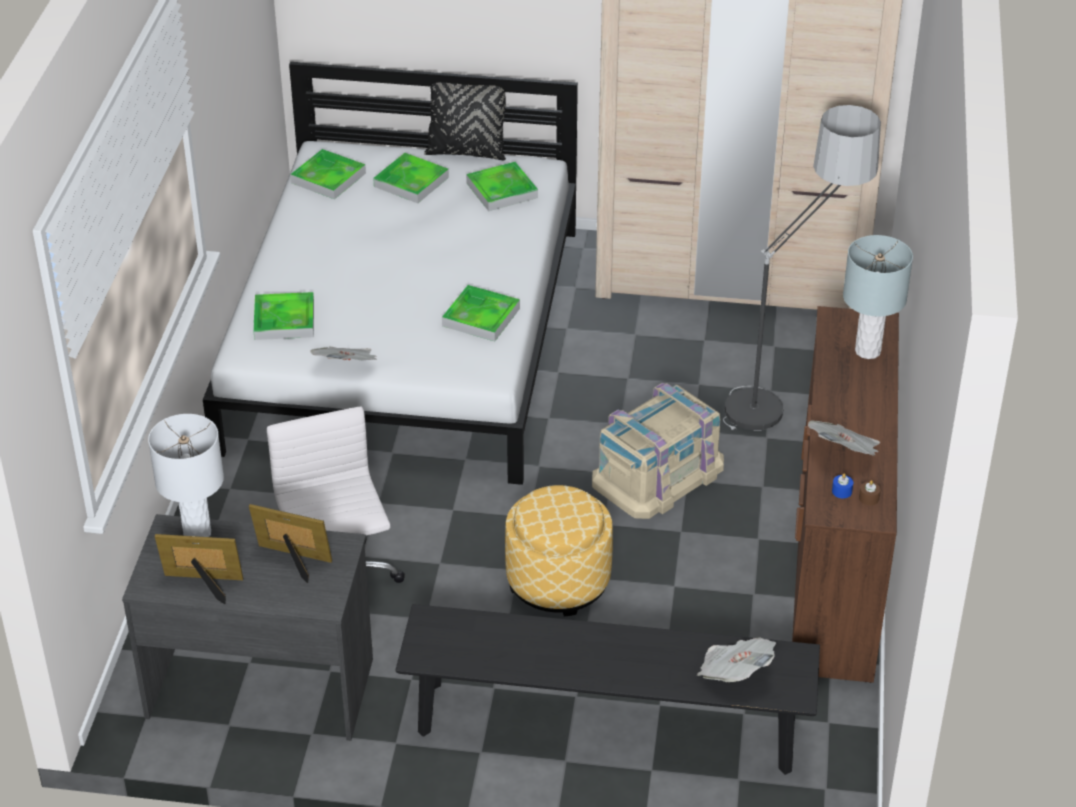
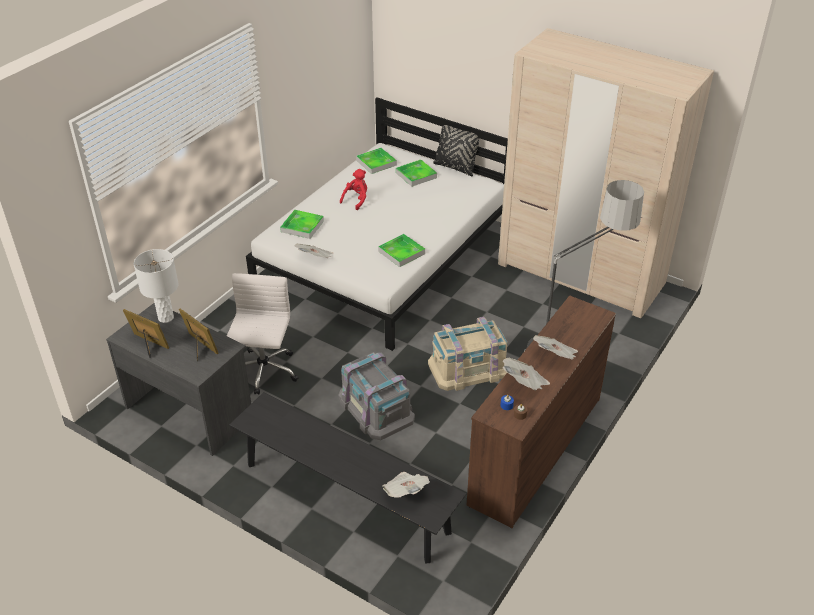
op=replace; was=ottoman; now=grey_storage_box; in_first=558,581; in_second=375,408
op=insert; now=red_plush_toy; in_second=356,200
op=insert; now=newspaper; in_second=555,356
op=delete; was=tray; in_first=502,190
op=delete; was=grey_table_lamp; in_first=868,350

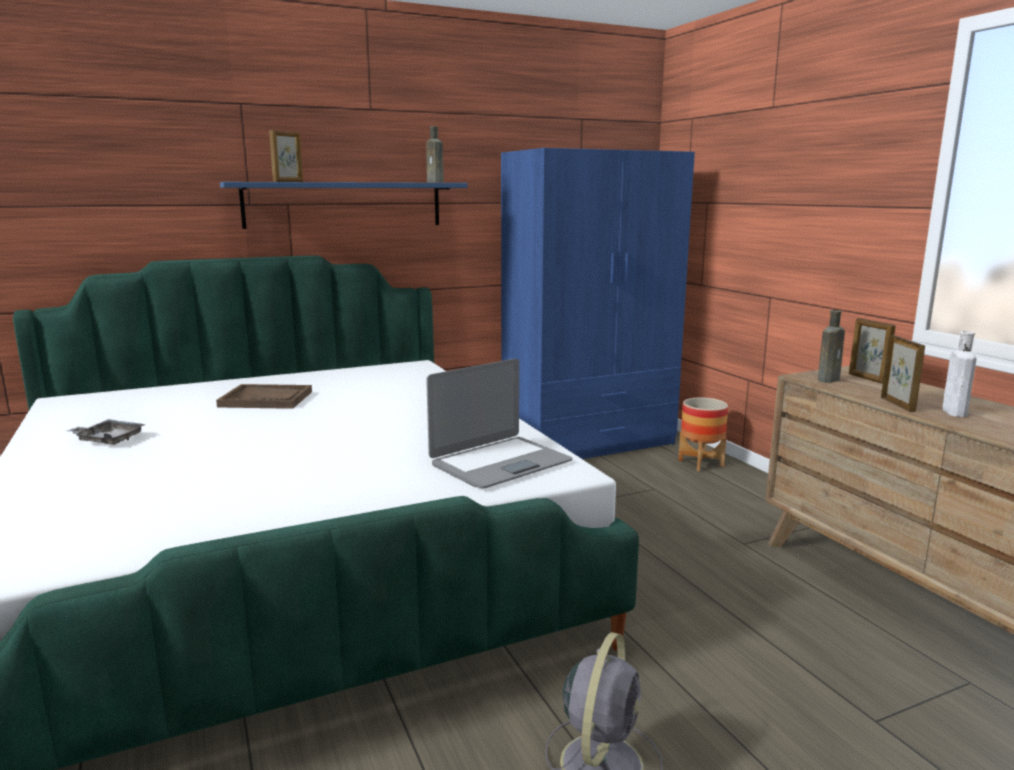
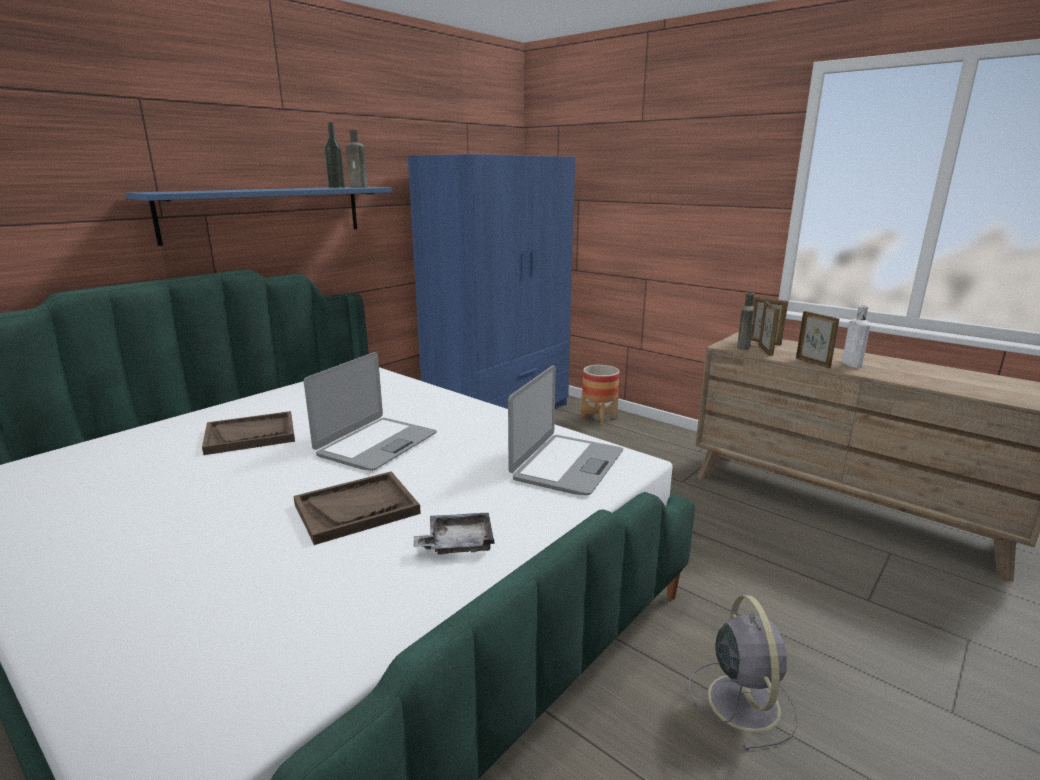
op=insert; now=brown_tray; in_second=357,509
op=insert; now=laptop; in_second=376,444
op=insert; now=bottle; in_second=336,187
op=move; was=grey_tray; in_first=108,440; in_second=457,543
op=move; was=picture_frame; in_first=288,181; in_second=765,350

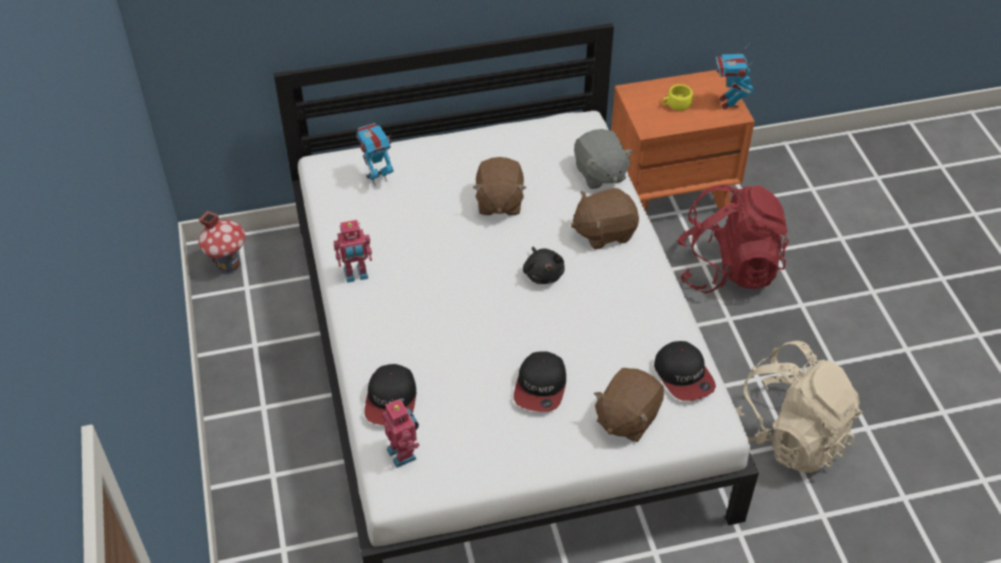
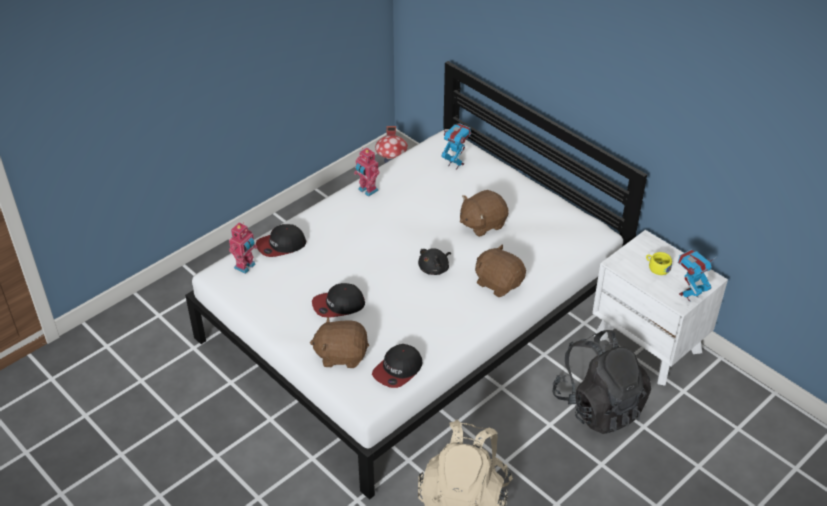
op=recolor; was=red_backpack; now=black_backpack; in_first=727,269; in_second=598,406
op=recolor; was=orange_nightstand; now=white_nightstand; in_first=671,193; in_second=648,344
op=delete; was=grey_plush_toy; in_first=599,173

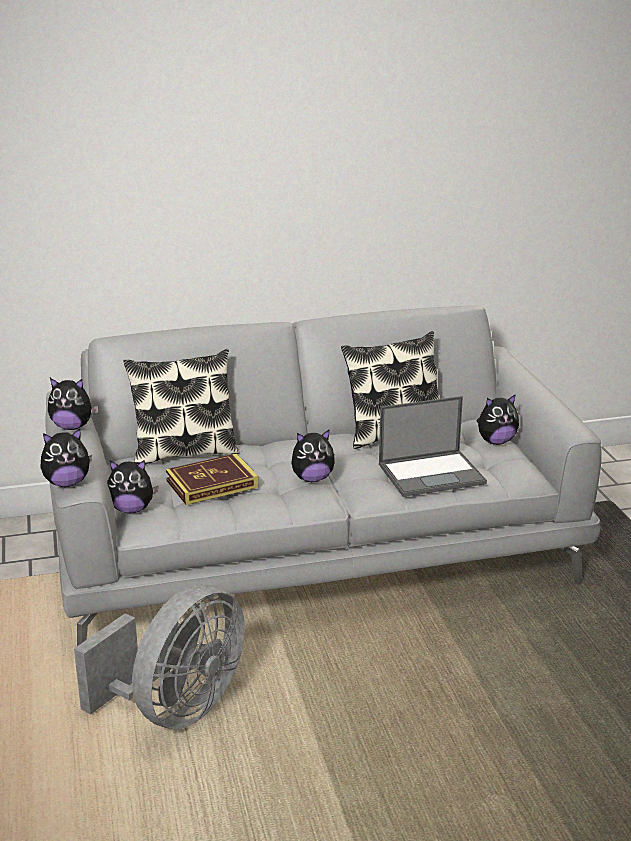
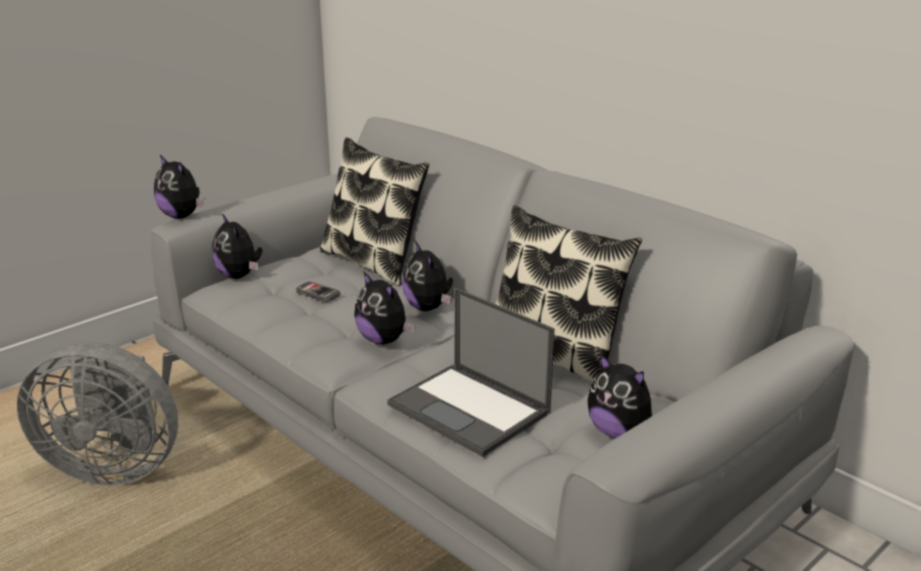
op=replace; was=book; now=phone; in_first=212,484; in_second=318,293
op=move; was=plush_toy; in_first=72,427; in_second=428,307

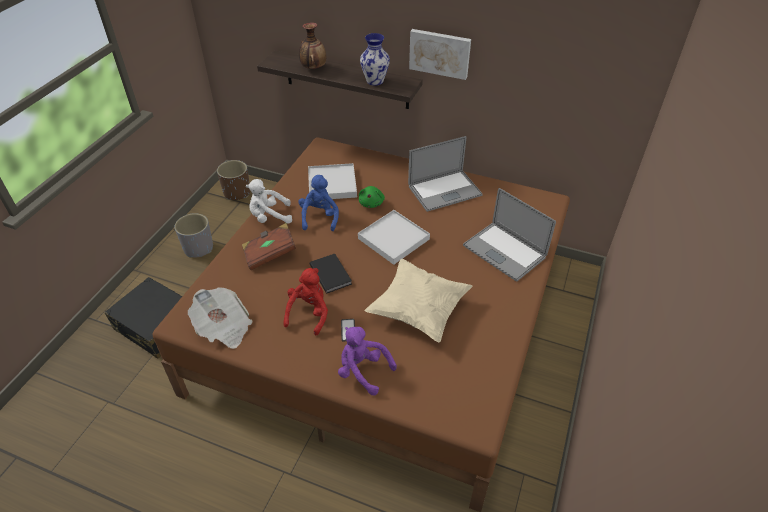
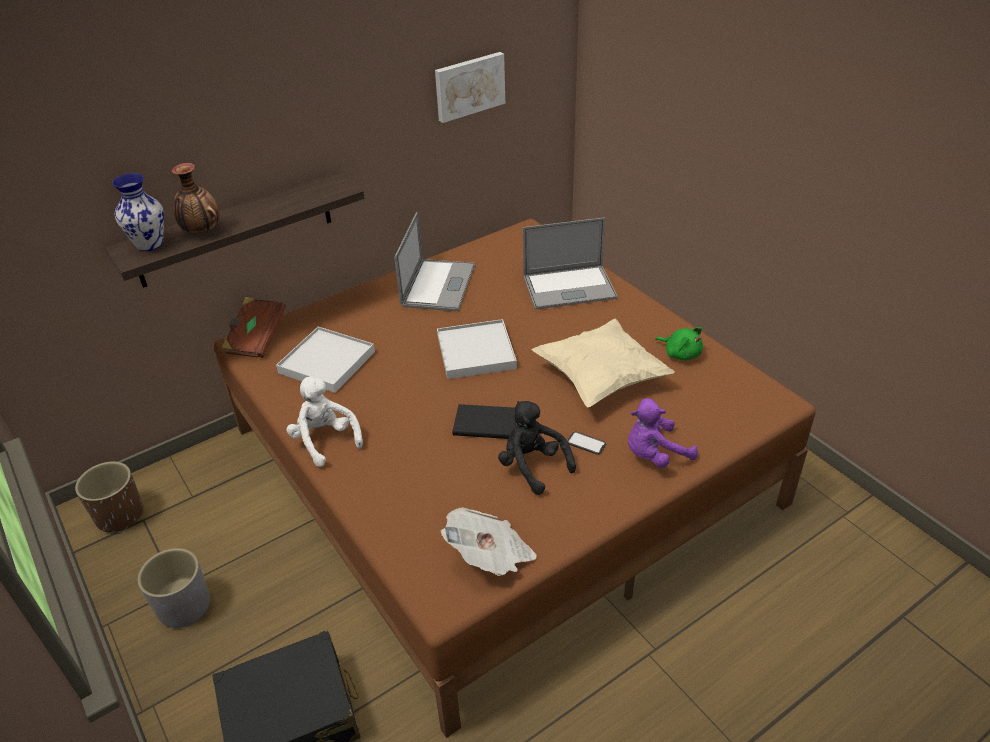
op=move; was=vase; in_first=375,81; in_second=149,244
op=move; was=brown_book; in_first=270,254; in_second=256,338
op=rotate; was=white_plush_toy; in_first=269,217; in_second=325,440; clockwise=120
op=move; was=picture; in_first=440,53; in_second=469,86
op=recolor; was=red_plush_toy; now=black_plush_toy; in_first=309,313; in_second=532,466
op=move; was=green_plush_toy; in_first=371,203; in_second=681,353
op=delete; was=blue_plush_toy; in_first=319,217

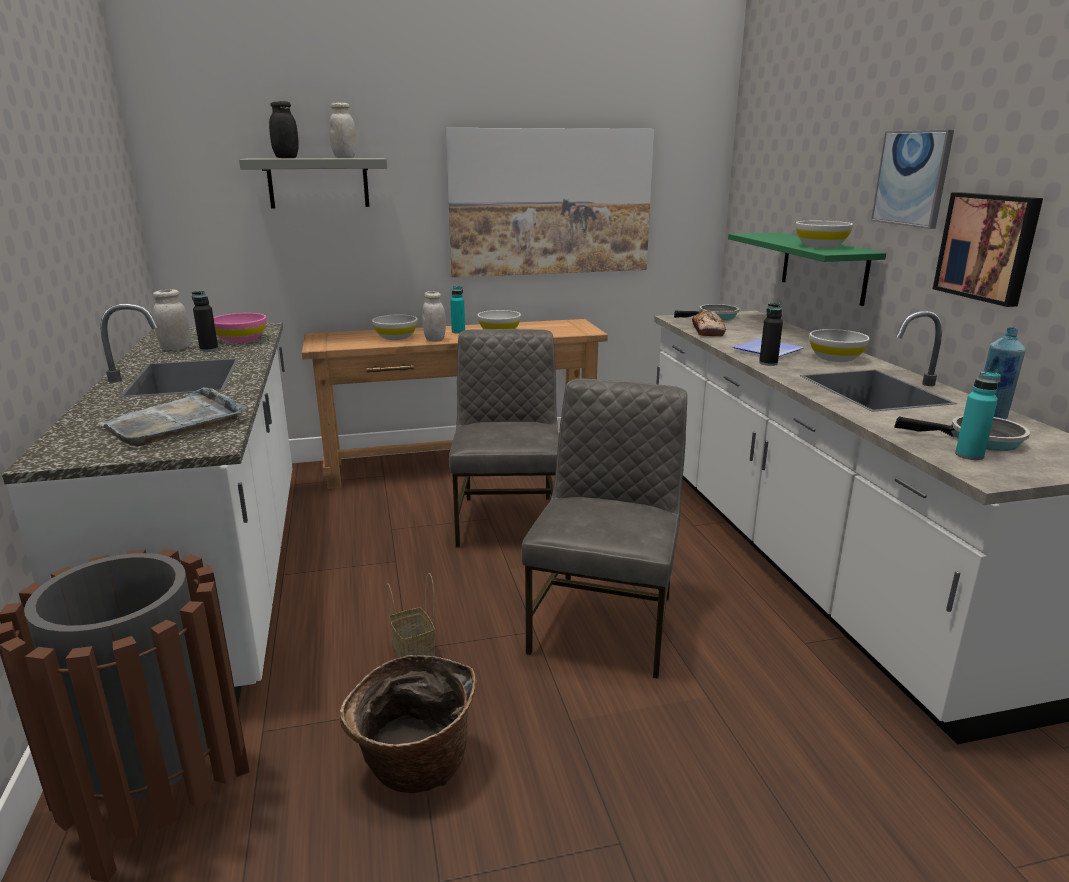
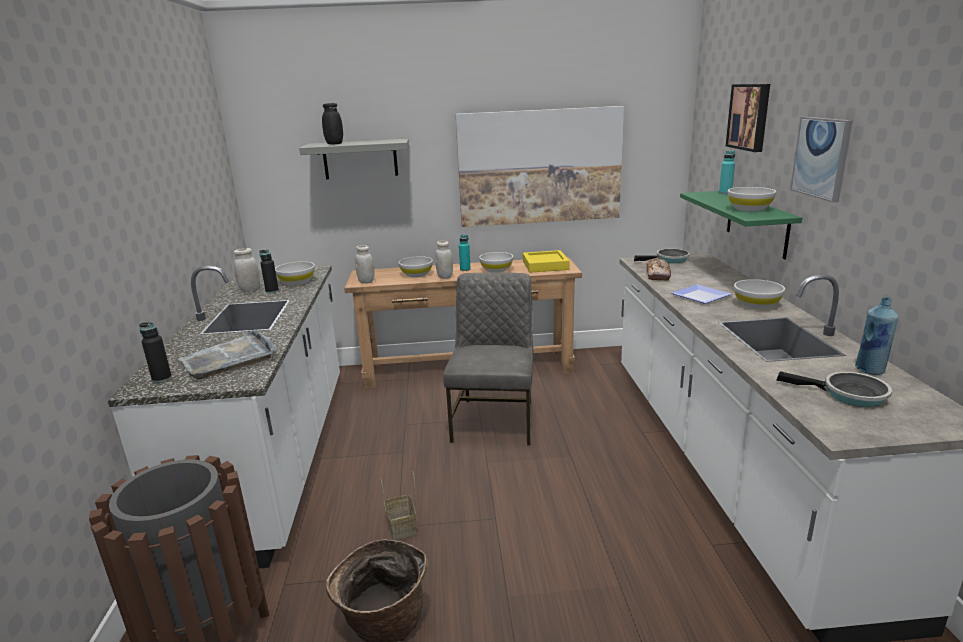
op=move; was=black_bottle; in_first=768,363; in_second=162,379
op=recolor; was=pink_bowl; now=white_bowl; in_first=241,340; in_second=297,282
op=move; was=white_jar; in_first=344,157; in_second=366,281
op=insert; now=yellow_tray; in_second=545,265
op=move; was=turquoise_bottle; in_first=969,455; in_second=725,193
op=move; was=picture; in_first=988,247; in_second=750,117
op=delete; was=grey_chair; in_first=606,623

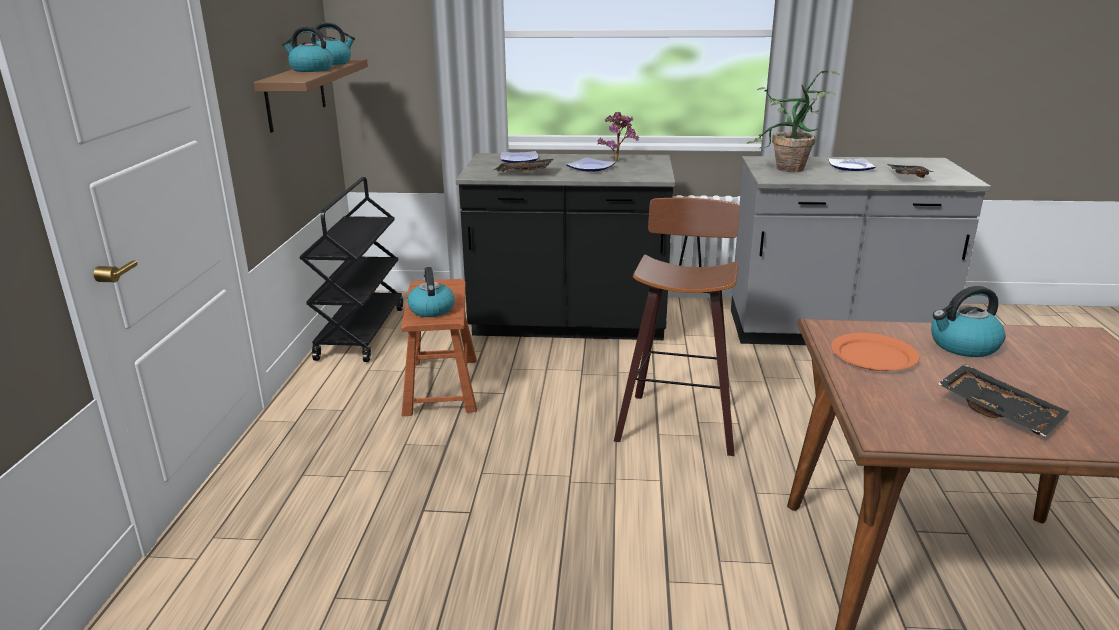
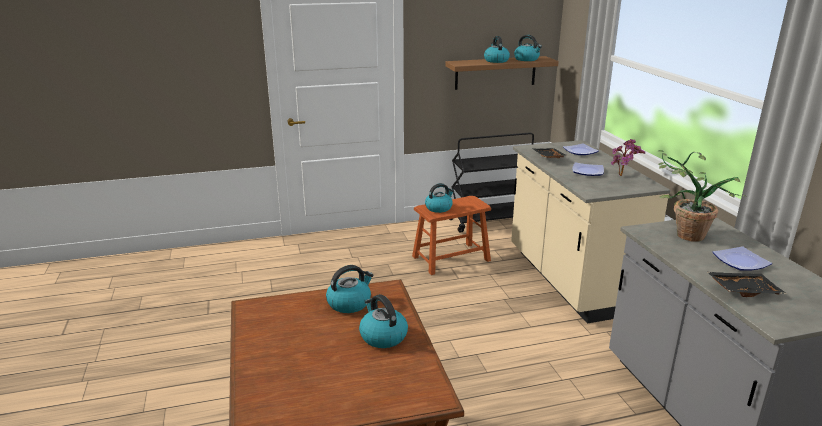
op=replace; was=orange_plate; now=kettle; in_first=873,356; in_second=349,303
op=recolor; was=black_counter; now=beige_counter; in_first=569,325; in_second=570,281
op=delete; was=stool; in_first=677,421
op=delete; was=black_tray; in_first=999,411

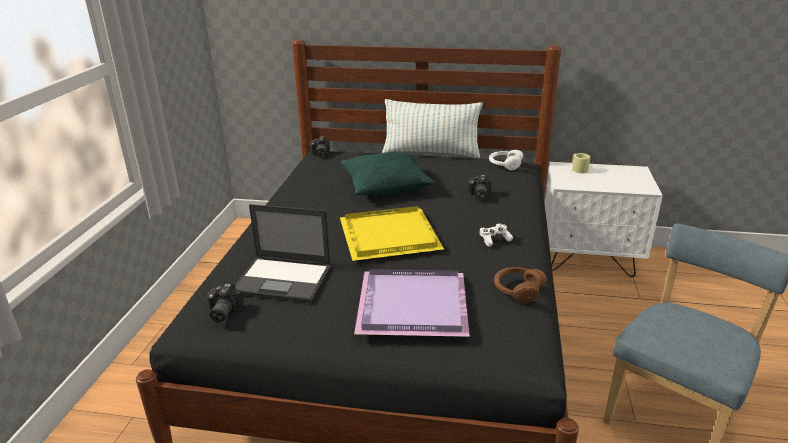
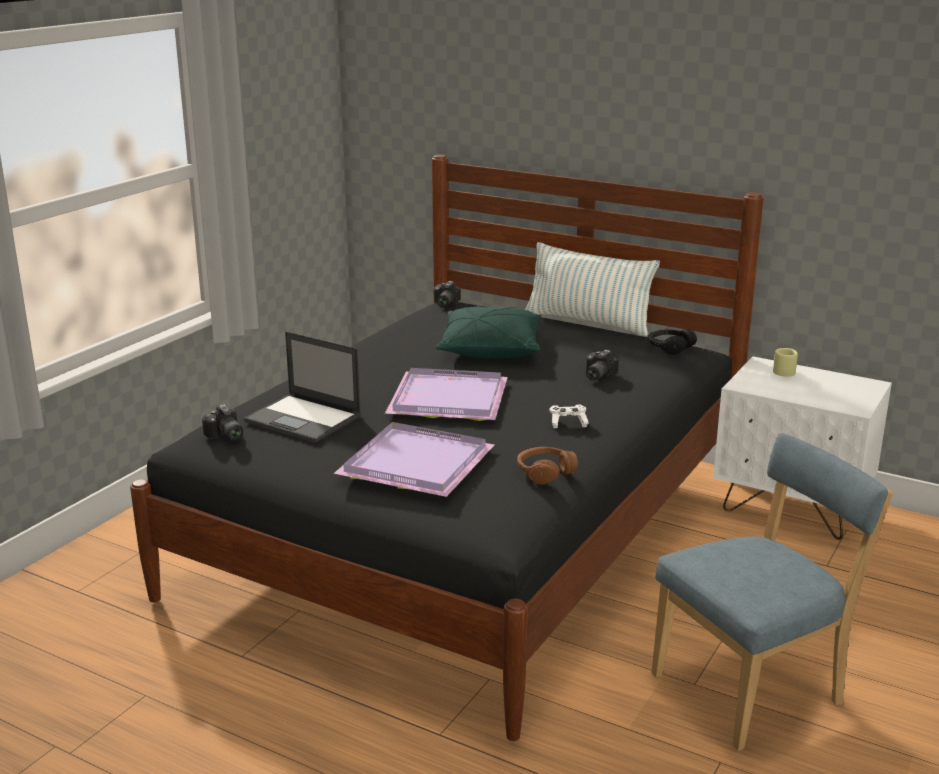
op=rotate; was=photo_camera; in_first=221,312; in_second=225,435; clockwise=-60
op=recolor; was=yellow_tray; now=purple_tray; in_first=387,235; in_second=446,398
op=recolor; was=white_headphones; now=black_headphones; in_first=505,165; in_second=669,348

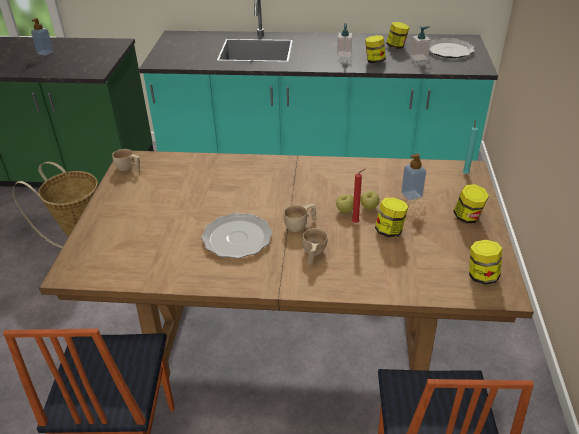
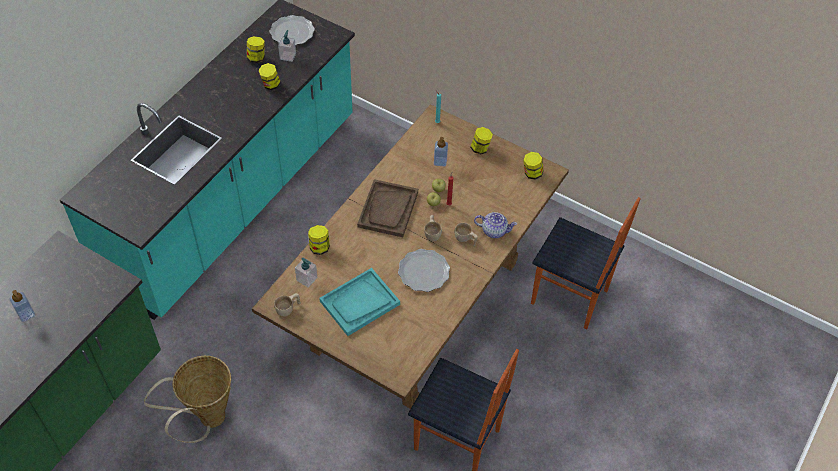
op=move; was=soap_dispenser; in_first=344,54; in_second=307,279
op=move; was=jar; in_first=389,231; in_second=319,247
op=insert; now=turquoise_tray; in_second=359,303
op=insert; now=brown_tray; in_second=388,209
op=insert; now=teapot; in_second=494,230

